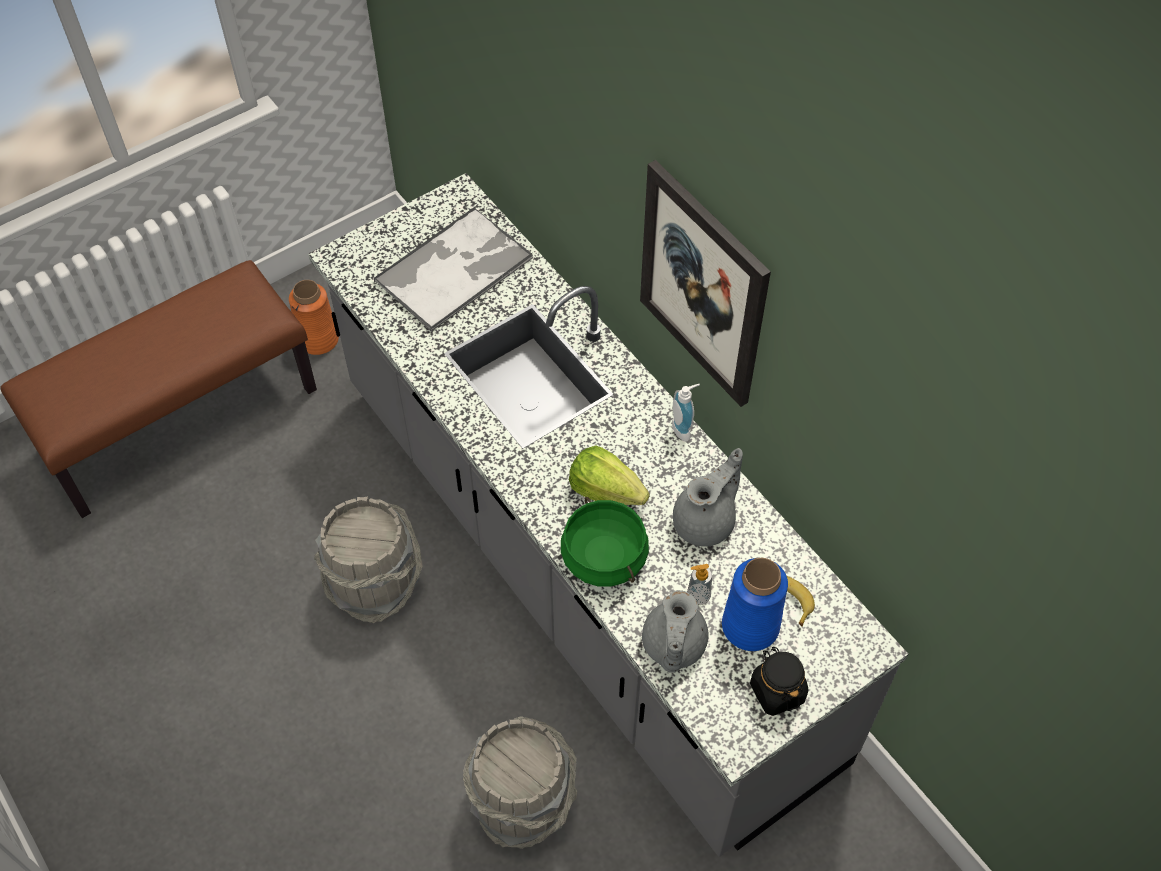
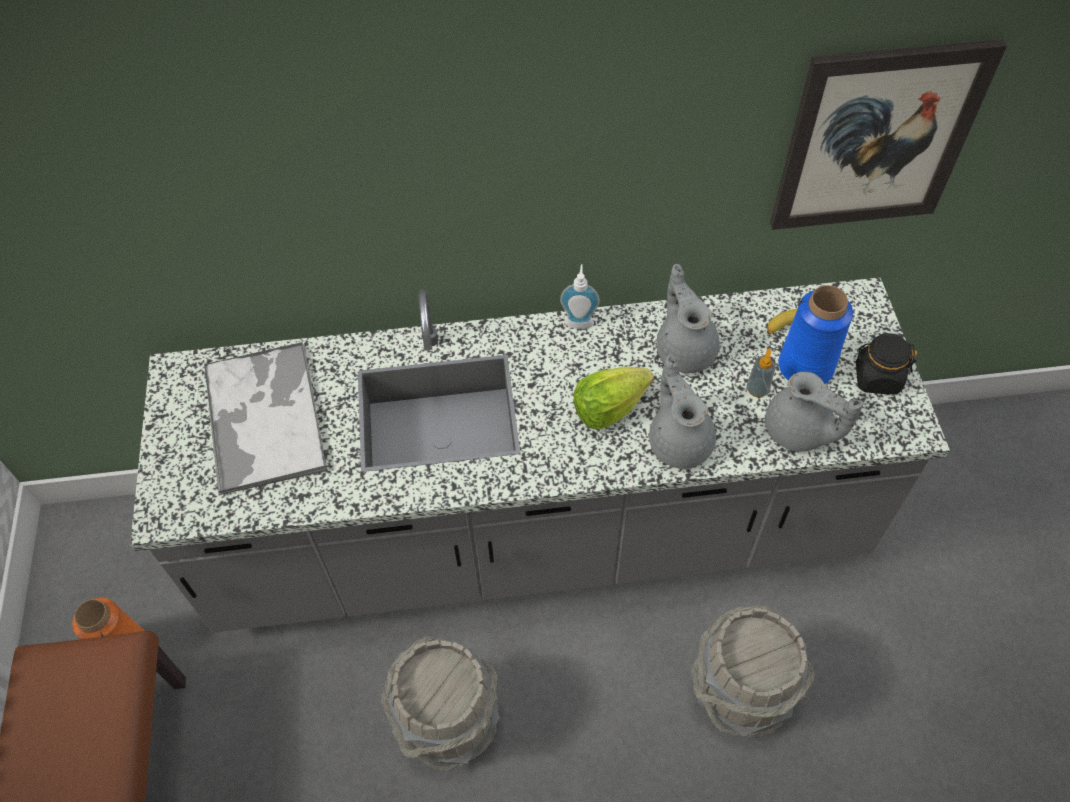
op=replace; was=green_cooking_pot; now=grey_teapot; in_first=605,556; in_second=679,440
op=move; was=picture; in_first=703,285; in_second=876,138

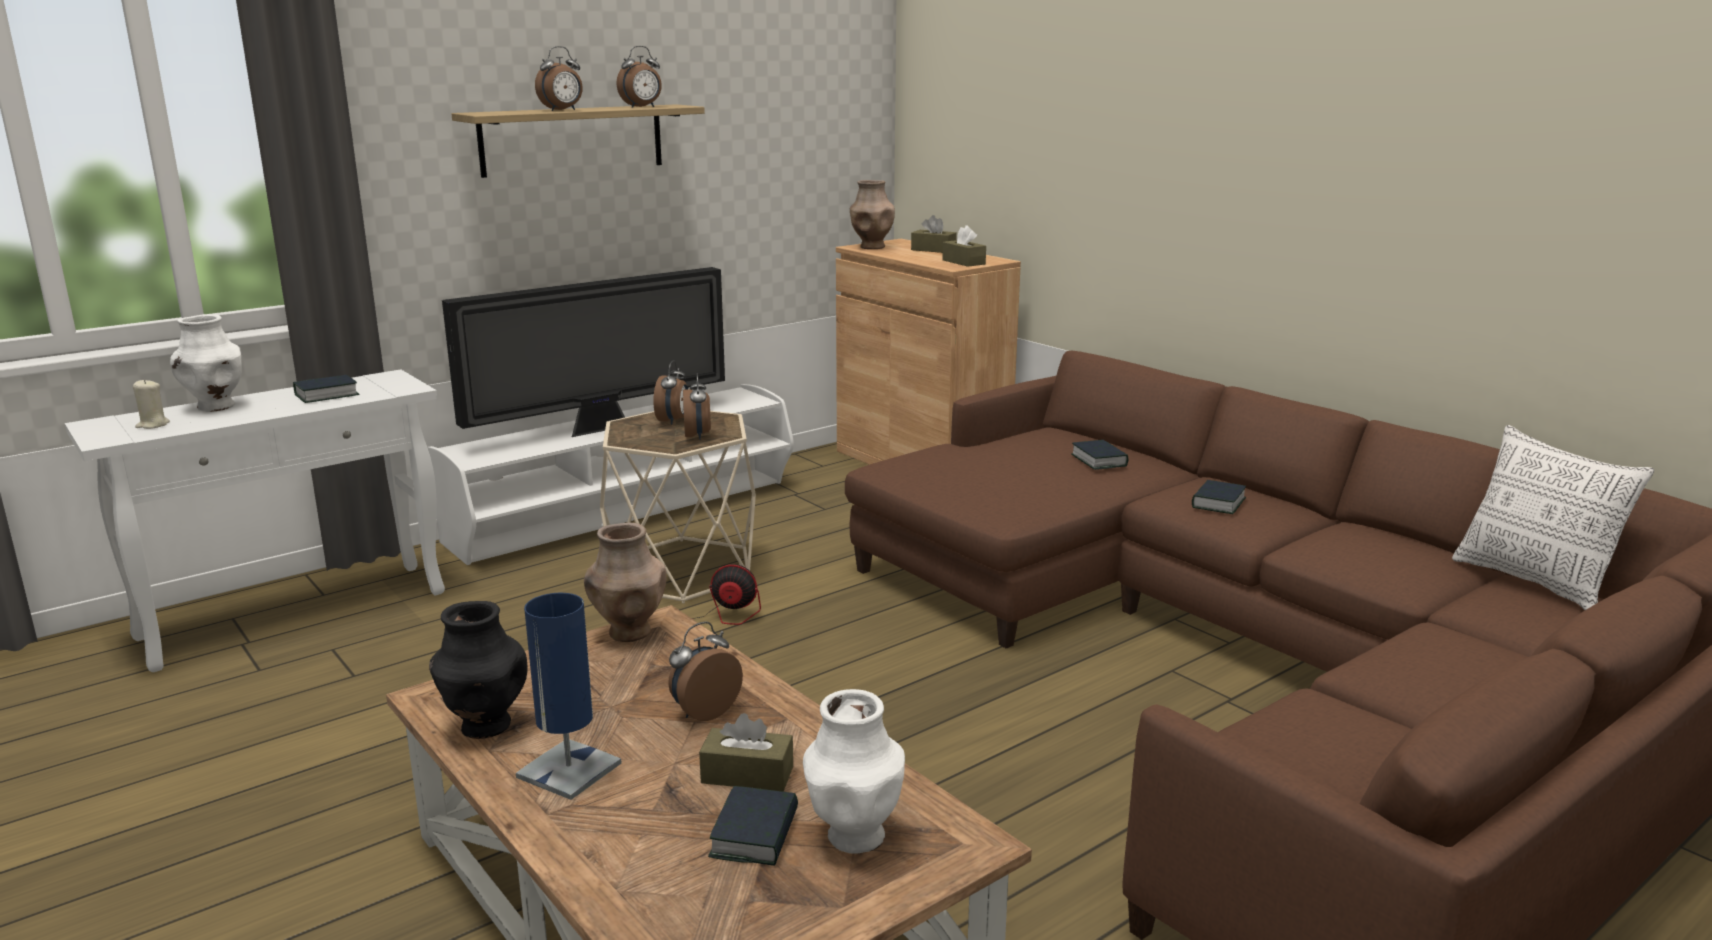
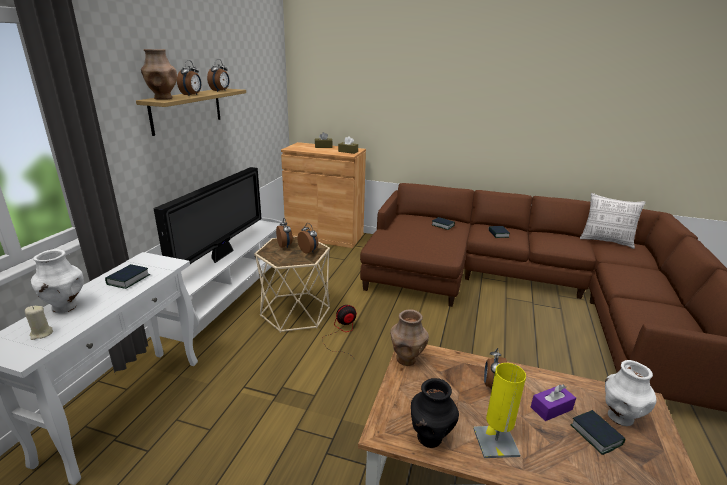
op=move; was=brown_vase; in_first=871,247; in_second=163,98
op=recolor; was=blue_table_lamp; now=yellow_table_lamp; in_first=569,770; in_second=495,442
op=recolor; was=brown_tissue_box; now=purple_tissue_box; in_first=747,775; in_second=551,408

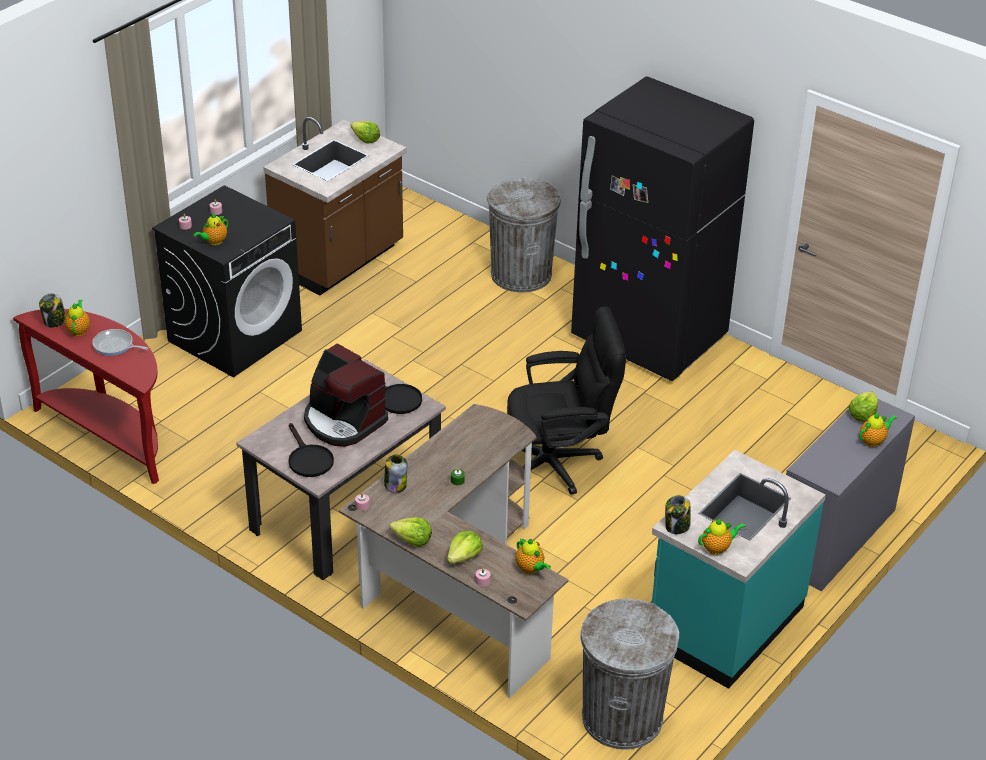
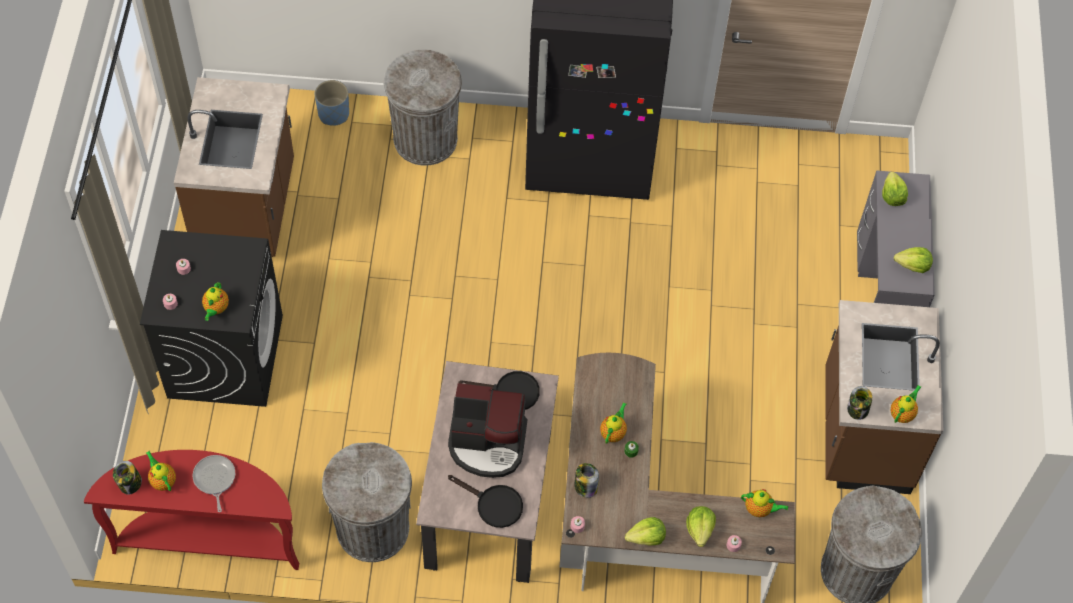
op=rotate; was=frying_pan; in_first=115,346; in_second=214,479; clockwise=90
op=insert; now=blue_planter; in_second=334,114
op=insert; now=grey_trash_can; in_second=373,529
op=move; was=teapot; in_first=873,441; in_second=613,432
op=recolor; was=turquoise_counter; now=brown_counter; in_first=724,623; in_second=863,432
op=move; was=lettuce; in_first=365,139; in_second=913,266
op=delete; was=black_office_chair; in_first=559,462

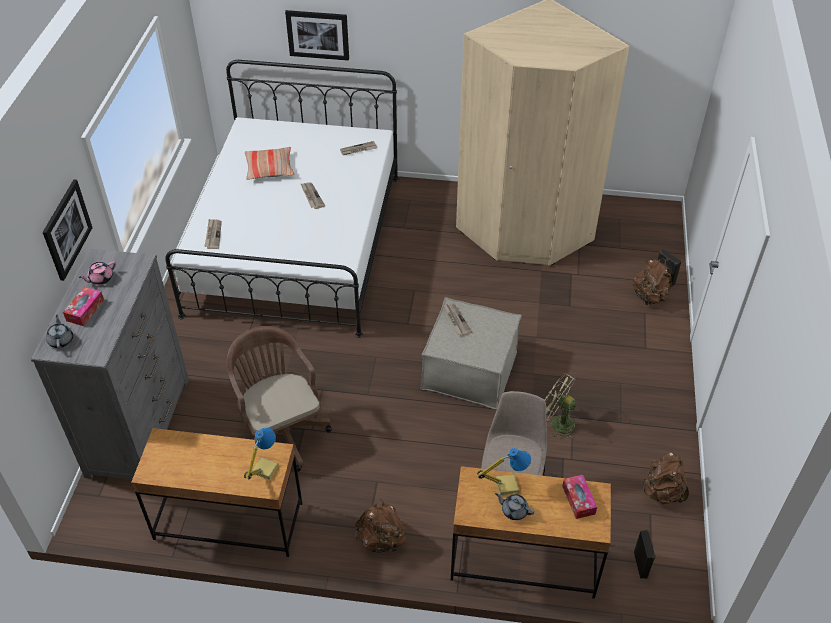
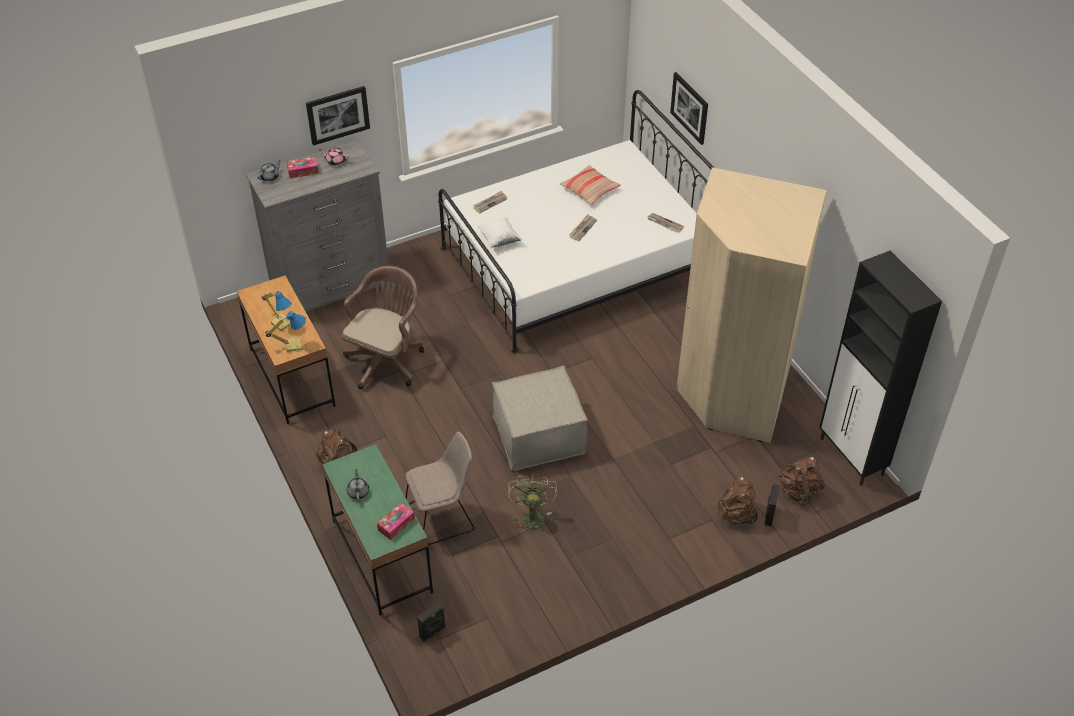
op=move; was=table_lamp; in_first=506,485; in_second=282,323
op=recolor; was=brown_desk; now=green_desk; in_first=523,560; in_second=382,556
op=insert; now=white_pillow; in_second=499,240
op=move; was=brown_backpack; in_first=662,492; in_second=798,491
op=insert; now=black_cabinet; in_second=852,457
op=delete; was=newspaper; in_first=455,320

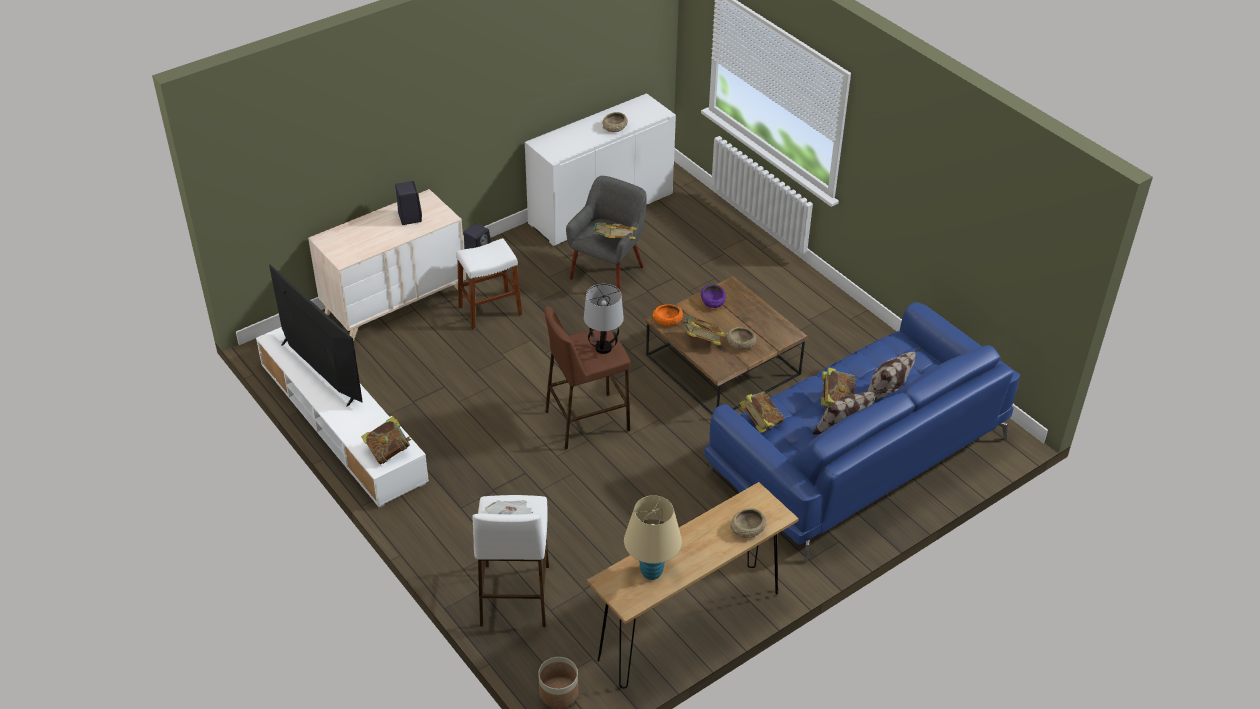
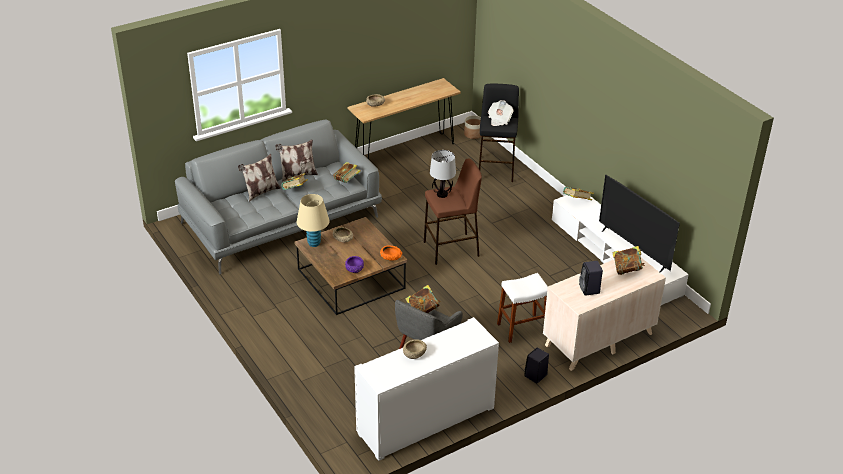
op=recolor; was=blue_sofa; now=grey_sofa; in_first=856,456; in_second=282,220
op=move; was=beige_table_lamp; in_first=651,572; in_second=314,243
op=recolor; was=white_stool; now=black_stool; in_first=515,596; in_second=496,169
op=move; was=book; in_first=702,341; in_second=627,269

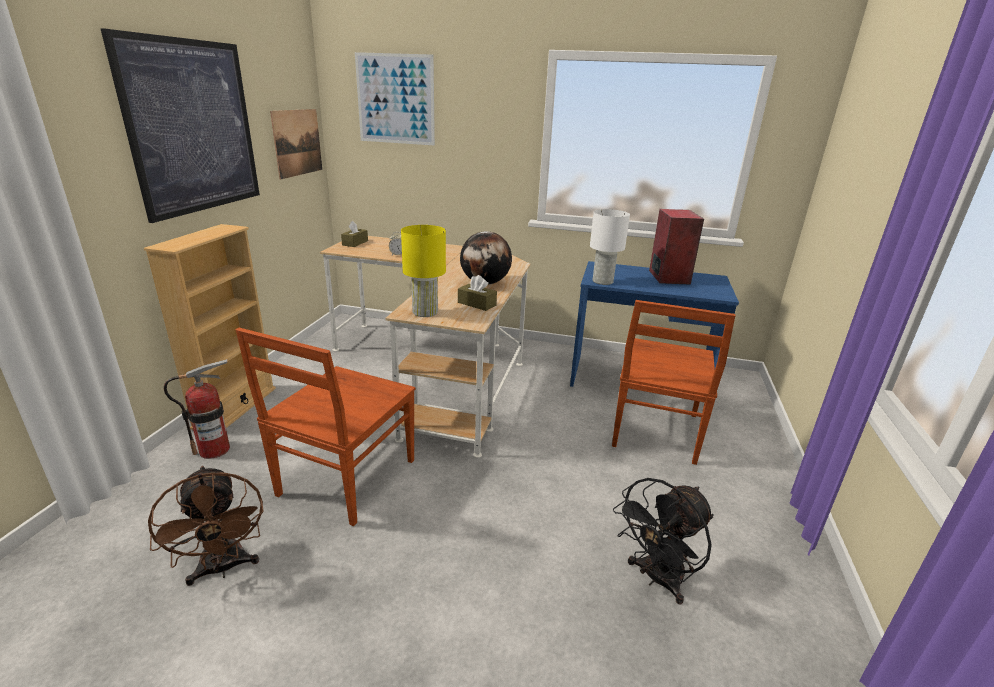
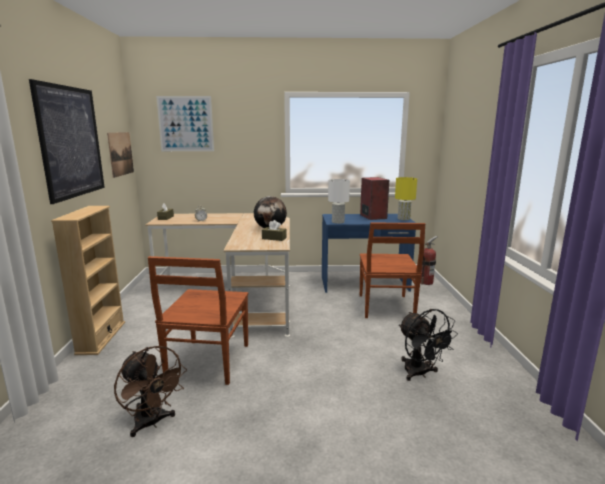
op=move; was=yellow_table_lamp; in_first=426,312; in_second=404,219
op=rotate; was=black_fan; in_first=656,579; in_second=420,373; clockwise=-60
op=move; was=fire_extinguisher; in_first=214,449; in_second=426,282

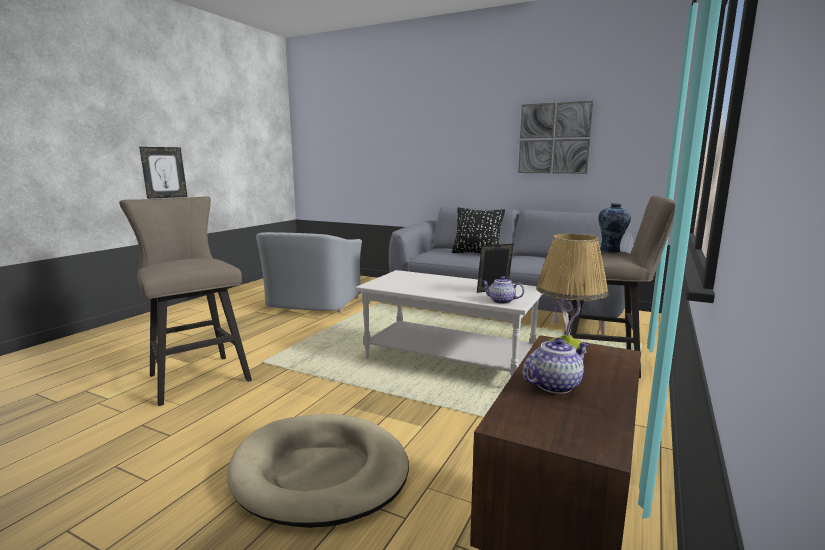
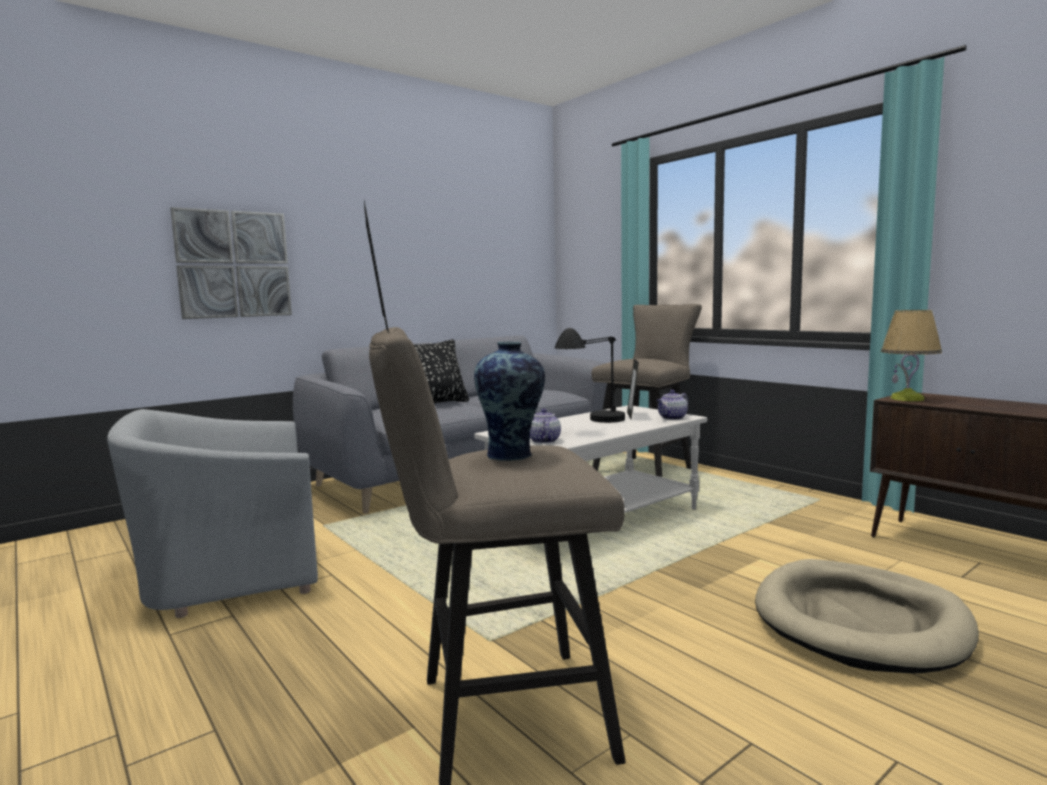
op=rotate; was=grey_armchair; in_first=312,304; in_second=230,573; clockwise=120
op=move; was=picture; in_first=554,138; in_second=234,264
op=move; was=vase; in_first=611,251; in_second=512,455
op=move; was=teapot; in_first=555,385; in_second=543,441
op=insert; now=black_table_lamp; in_second=593,424

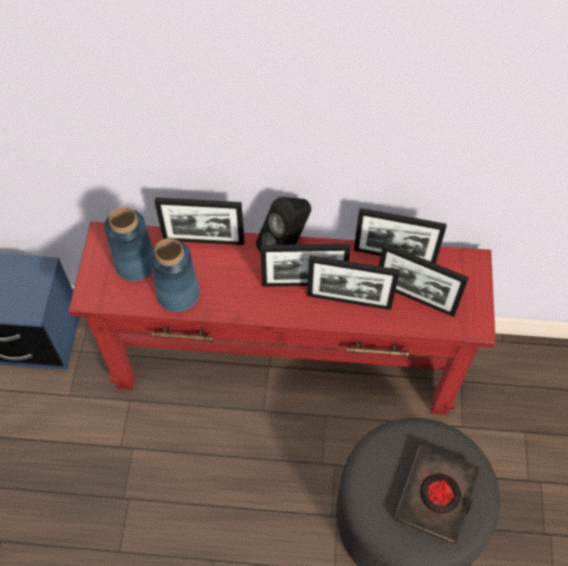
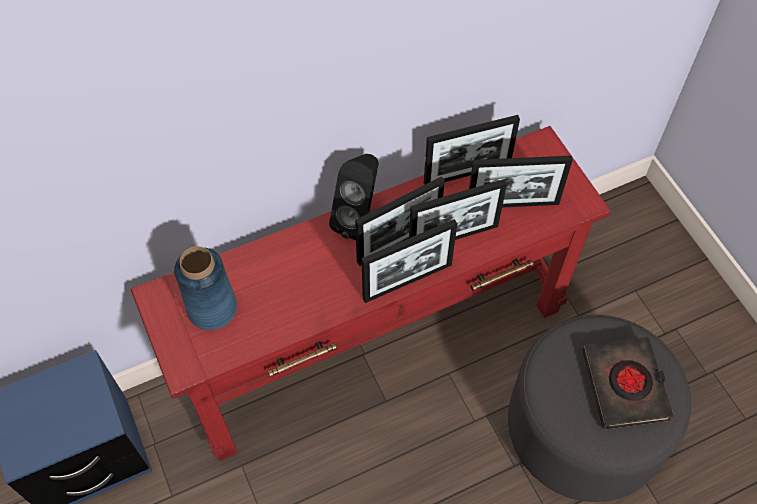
op=move; was=picture_frame; in_first=203,240; in_second=407,281
op=delete; was=blue_vase; in_first=178,294

